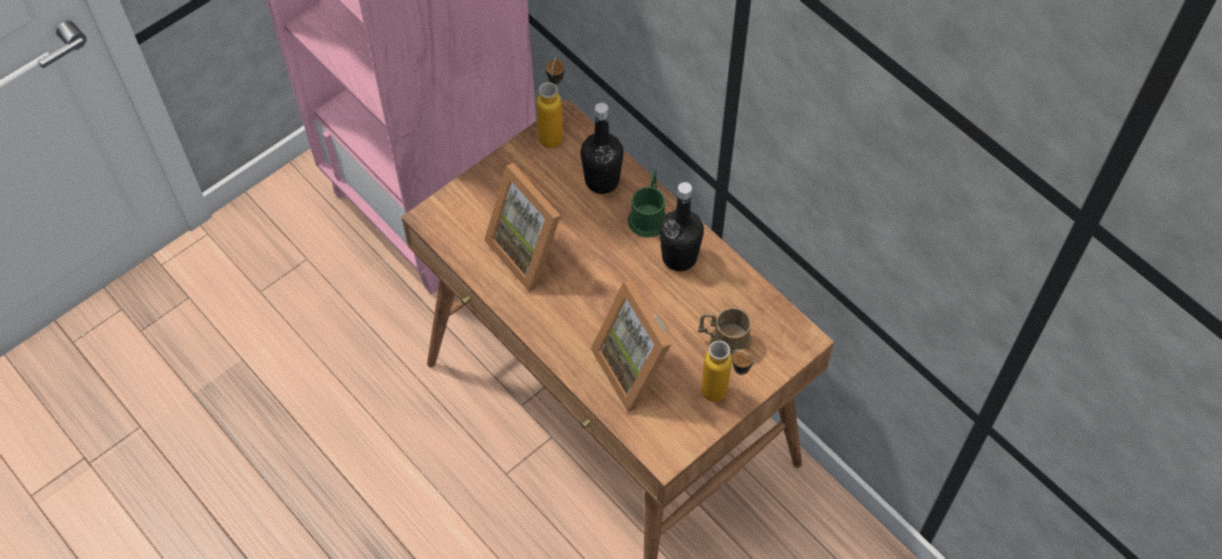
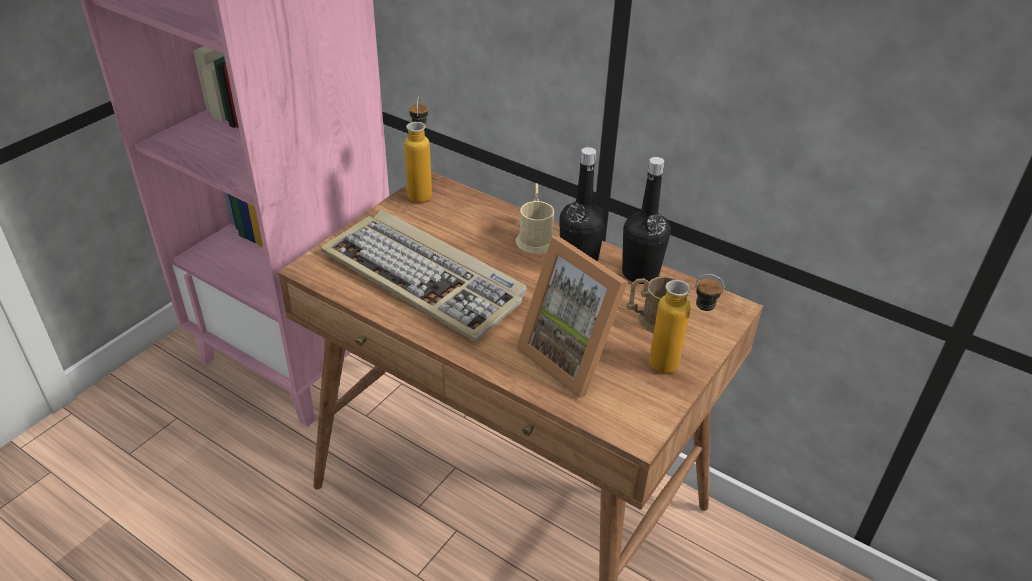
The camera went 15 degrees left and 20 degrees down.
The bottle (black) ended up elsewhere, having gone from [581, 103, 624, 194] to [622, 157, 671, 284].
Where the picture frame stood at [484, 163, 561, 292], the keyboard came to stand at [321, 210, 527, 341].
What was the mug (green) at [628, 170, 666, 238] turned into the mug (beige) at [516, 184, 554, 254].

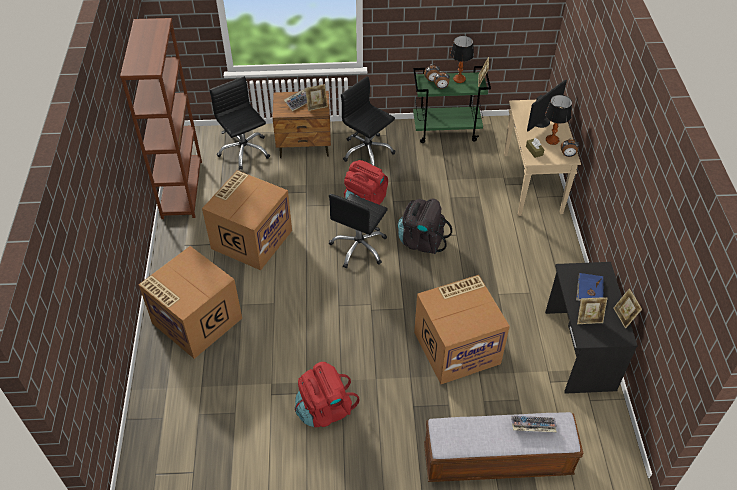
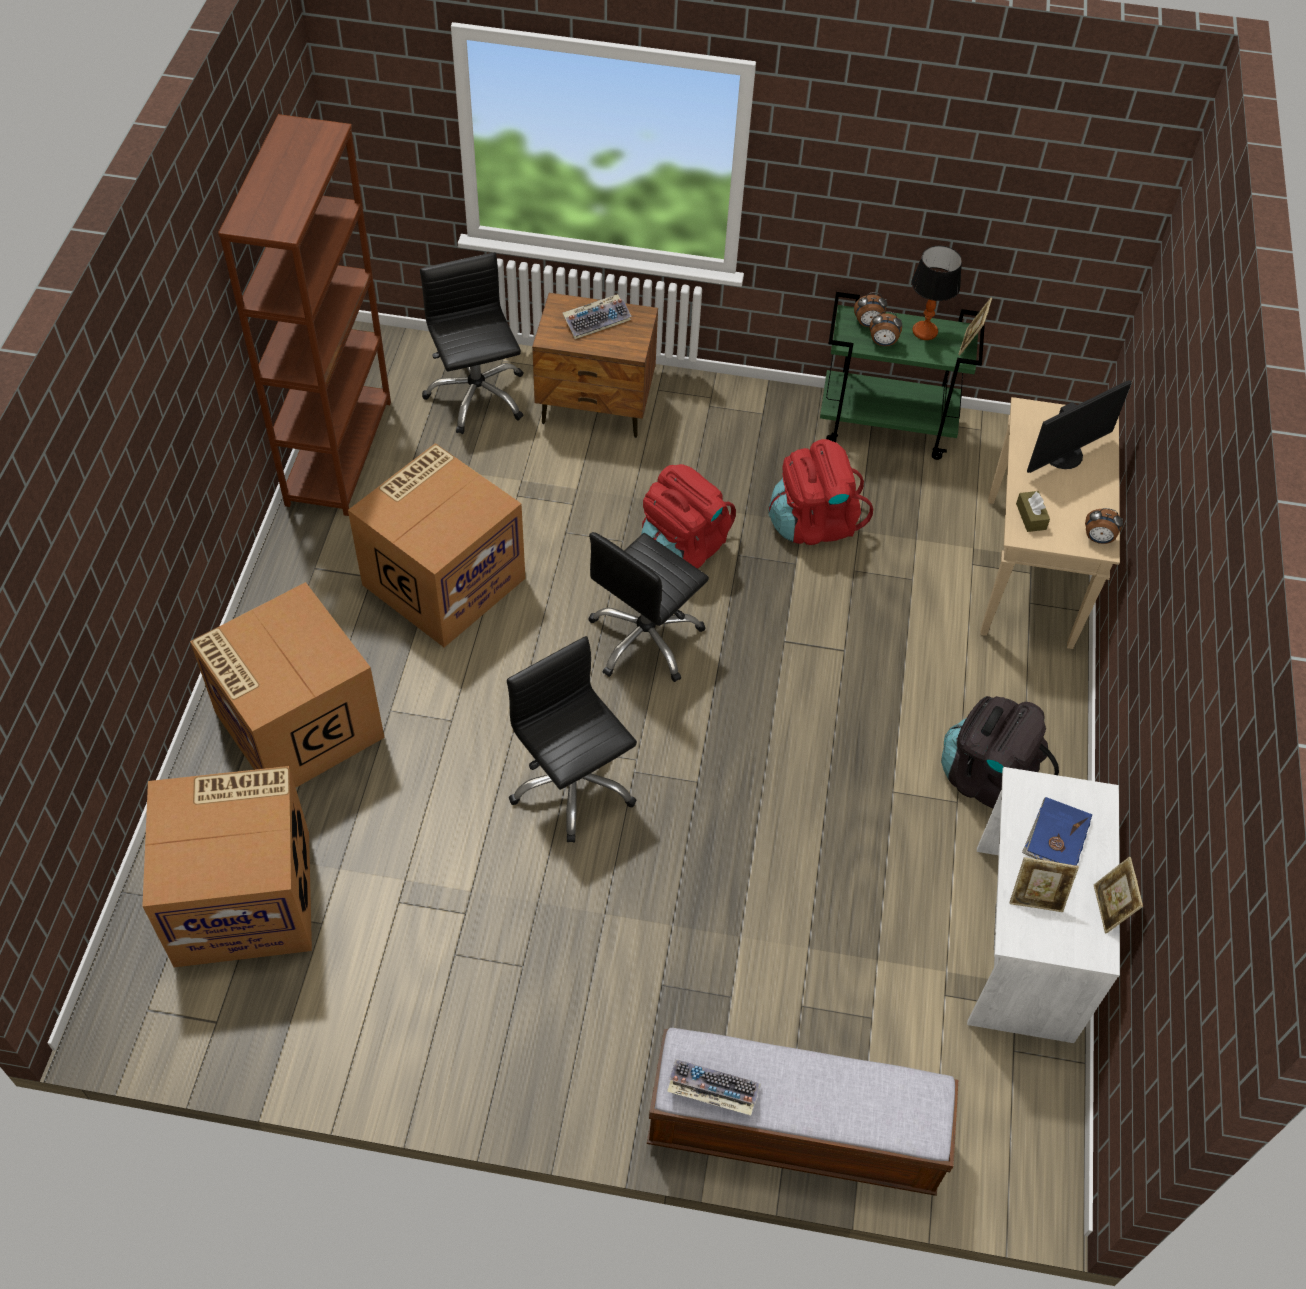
The camera went 10 degrees right and 5 degrees up.
The office chair (black) ended up elsewhere, having gone from [341, 76, 395, 166] to [507, 636, 637, 842].
The second view lost the picture frame at [305, 84, 328, 111].
The second view lost the table lamp at [545, 95, 572, 145].
The backpack (black) ended up elsewhere, having gone from [398, 199, 452, 254] to [941, 696, 1059, 808].
What was the desk (black) at [545, 262, 638, 394] turned into the desk (white) at [967, 767, 1120, 1043].
The cardboard box ended up elsewhere, having gone from [414, 275, 510, 384] to [142, 766, 312, 967].
The backpack (red) ended up elsewhere, having gone from [295, 362, 360, 427] to [768, 439, 873, 545].
The keyboard ended up elsewhere, having gone from [511, 416, 557, 433] to [667, 1059, 761, 1116].

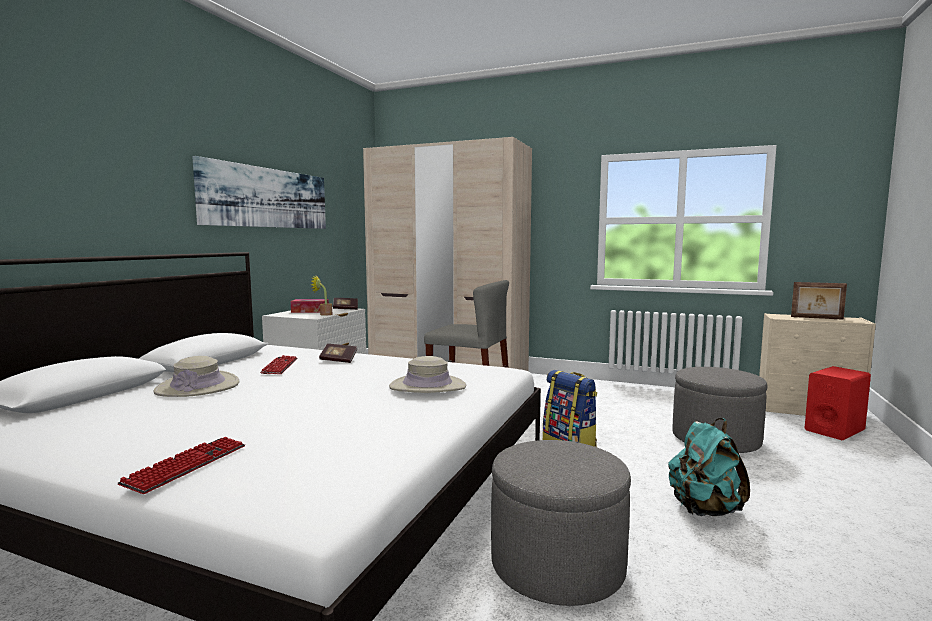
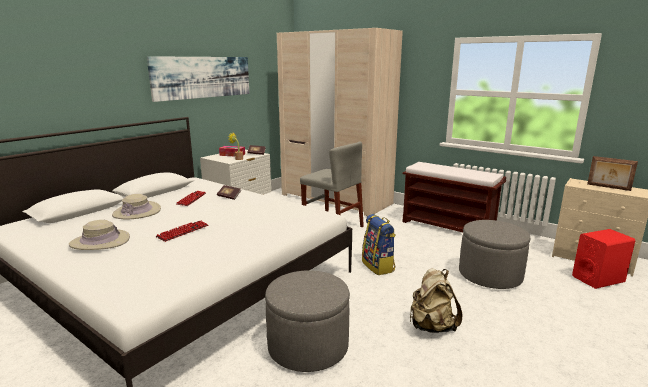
The camera went 15 degrees right and 10 degrees up.
The hat (beige) ended up elsewhere, having gone from [389, 356, 466, 393] to [69, 220, 130, 250].
What was the backpack (turquoise) at [668, 418, 750, 516] turned into the backpack (beige) at [410, 268, 462, 333].
The keyboard ended up elsewhere, having gone from [117, 437, 245, 494] to [156, 221, 208, 242].
The second view gained the bench (brown) at [402, 162, 506, 232].

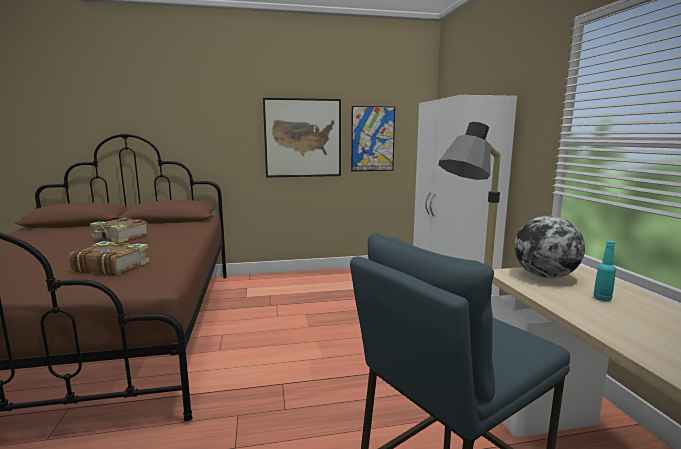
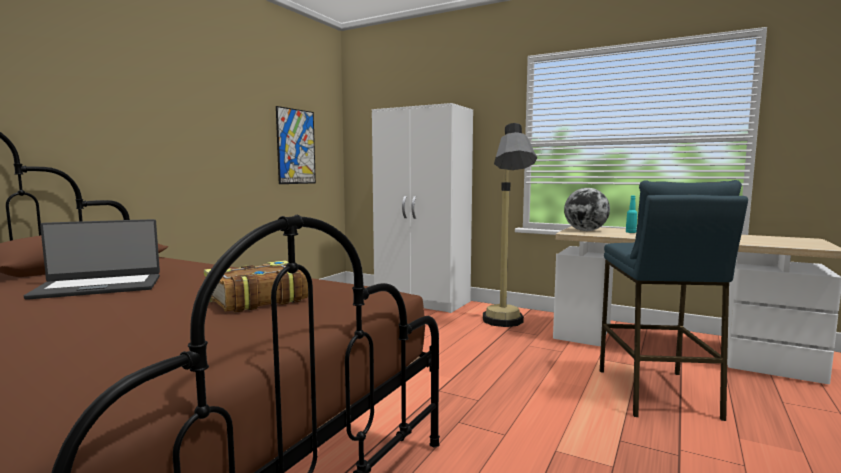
The camera went 50 degrees left and 5 degrees down.
The second view lost the picture at [263, 98, 341, 178].
Where the book stood at [90, 217, 149, 243], the laptop came to stand at [24, 219, 160, 300].

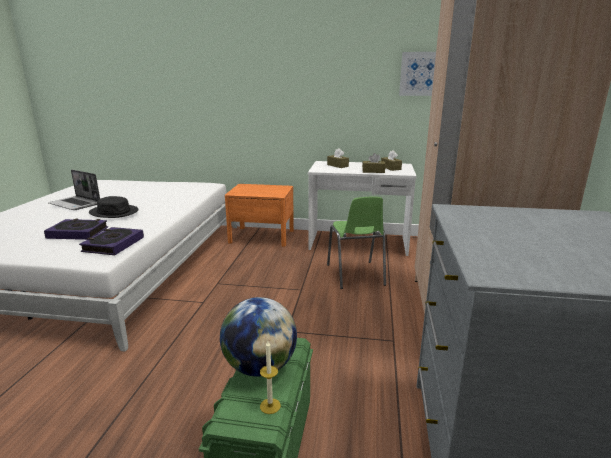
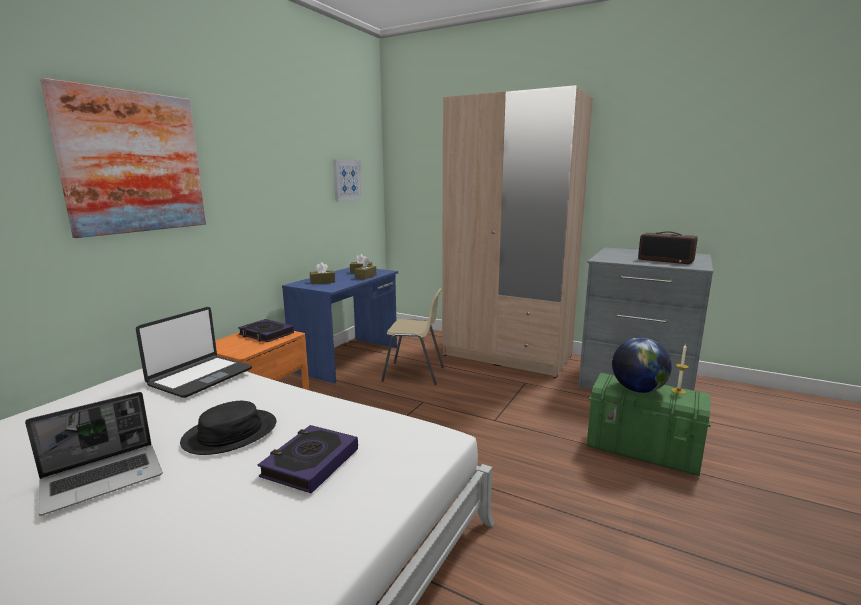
The camera went 70 degrees left and 5 degrees down.
What was the desk (white) at [308, 161, 417, 256] turned into the desk (blue) at [282, 267, 398, 384].
What was the chair (green) at [327, 197, 386, 289] turned into the chair (beige) at [381, 288, 444, 385].
The book ended up elsewhere, having gone from [79, 227, 144, 255] to [238, 319, 294, 342].
The second view gained the picture at [40, 78, 206, 238].
The second view gained the radio at [638, 231, 698, 264].
The second view gained the laptop at [136, 307, 252, 398].

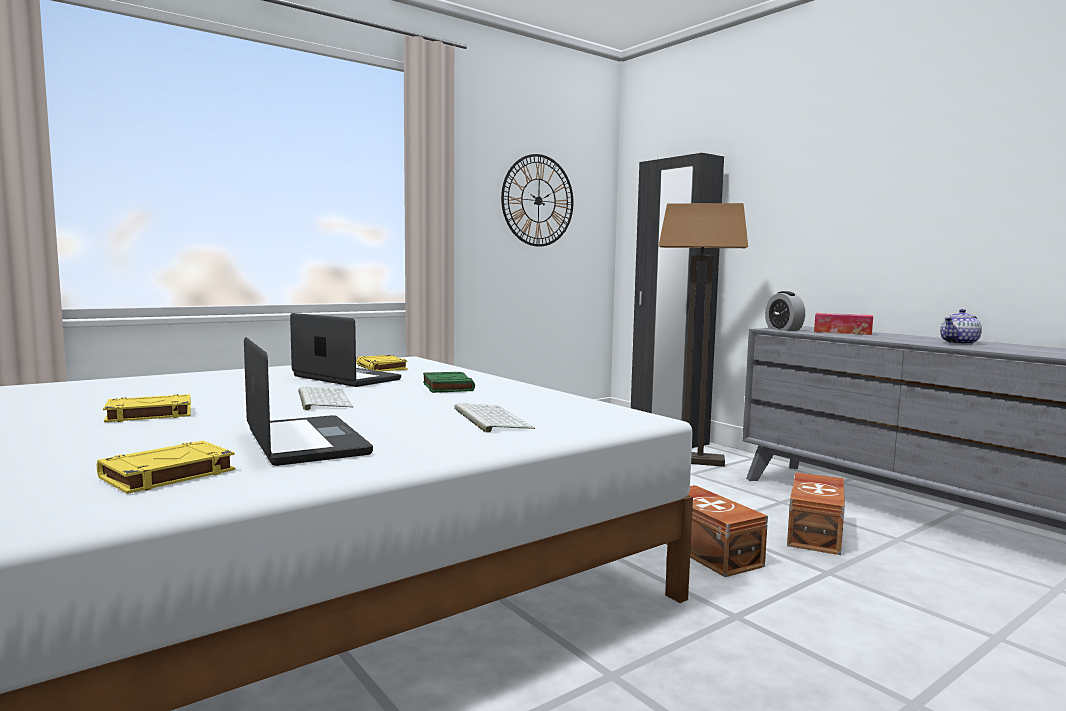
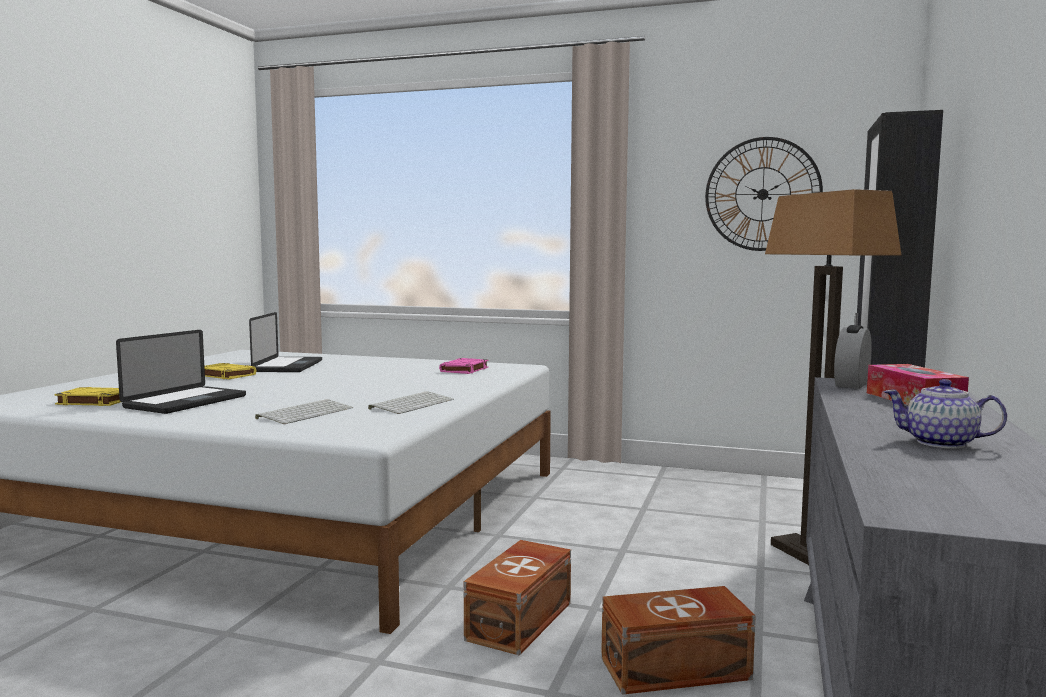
The camera went 55 degrees right and 0 degrees up.
The laptop ended up elsewhere, having gone from [290, 313, 401, 387] to [249, 312, 322, 372].
What was the book (yellow) at [356, 355, 408, 371] turned into the book (pink) at [439, 358, 488, 374].
The second view lost the book (green) at [423, 372, 475, 393].
The keyboard ended up elsewhere, having gone from [298, 387, 353, 410] to [368, 391, 454, 414].

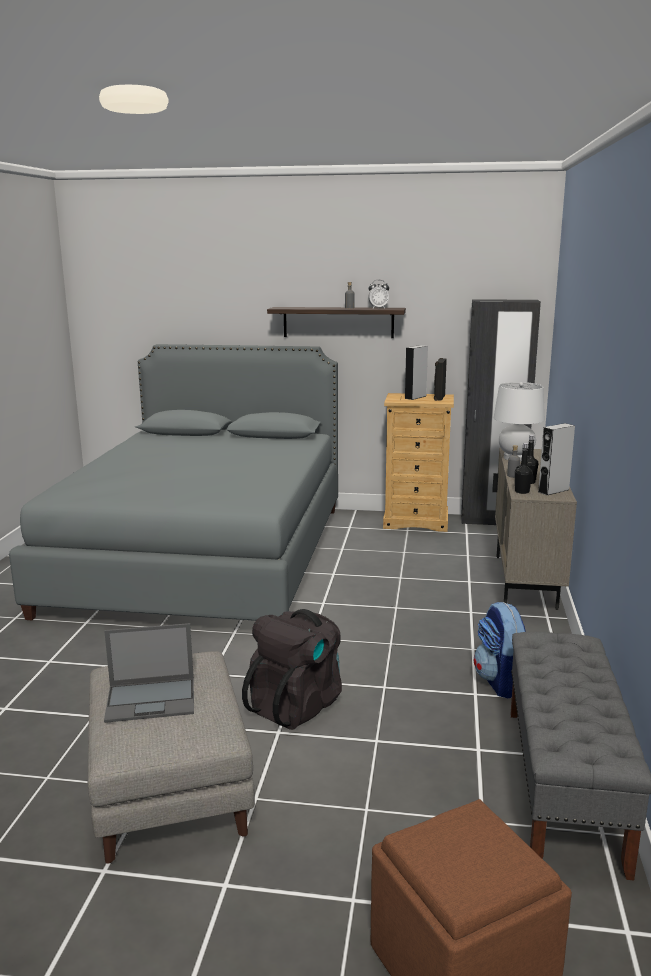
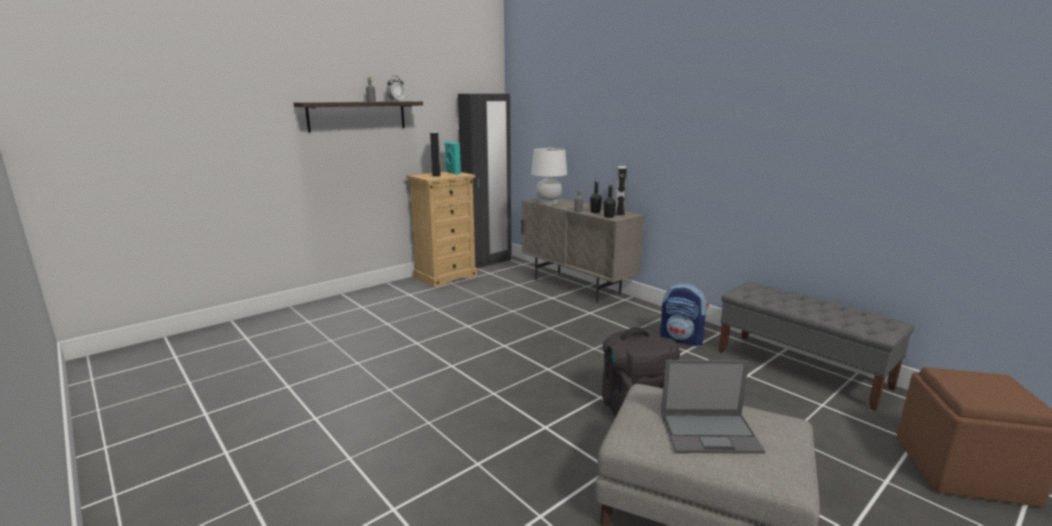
The camera went 50 degrees left and 0 degrees up.
The second view lost the bed (grey) at [9, 344, 338, 621].
What was the speaker (black) at [434, 358, 447, 401] turned into the speaker (turquoise) at [445, 141, 461, 175].
The laptop at [104, 623, 194, 723] ended up facing another way, 60 degrees clockwise from before.

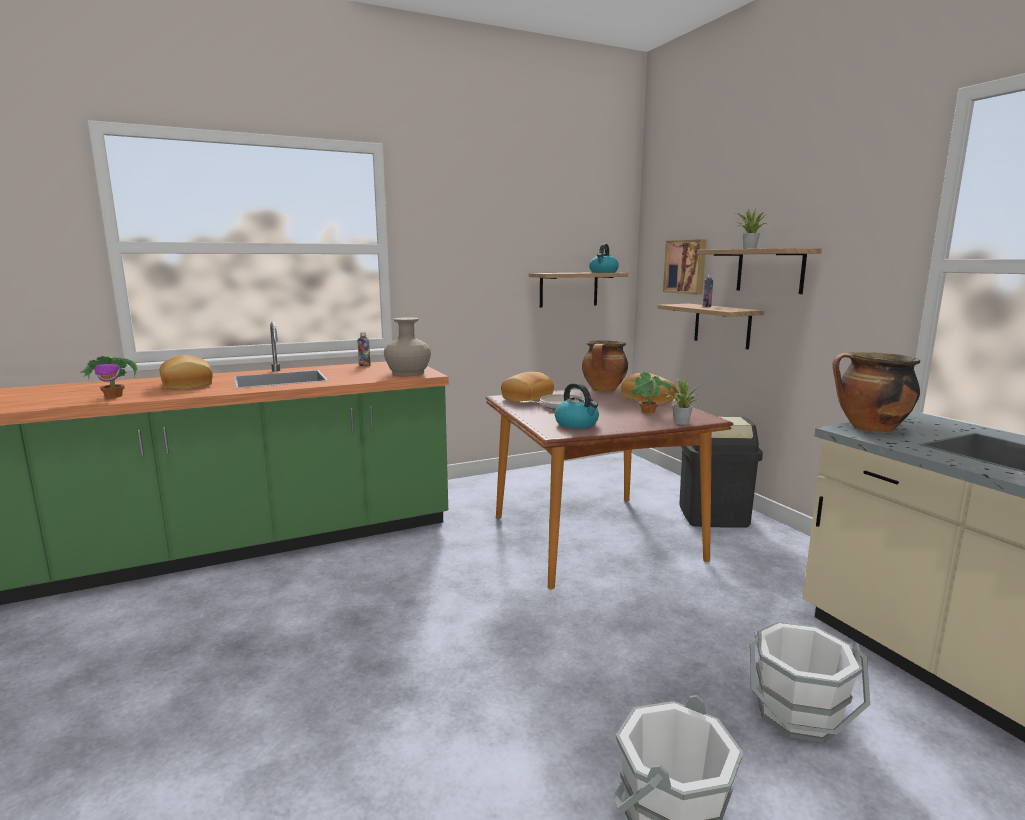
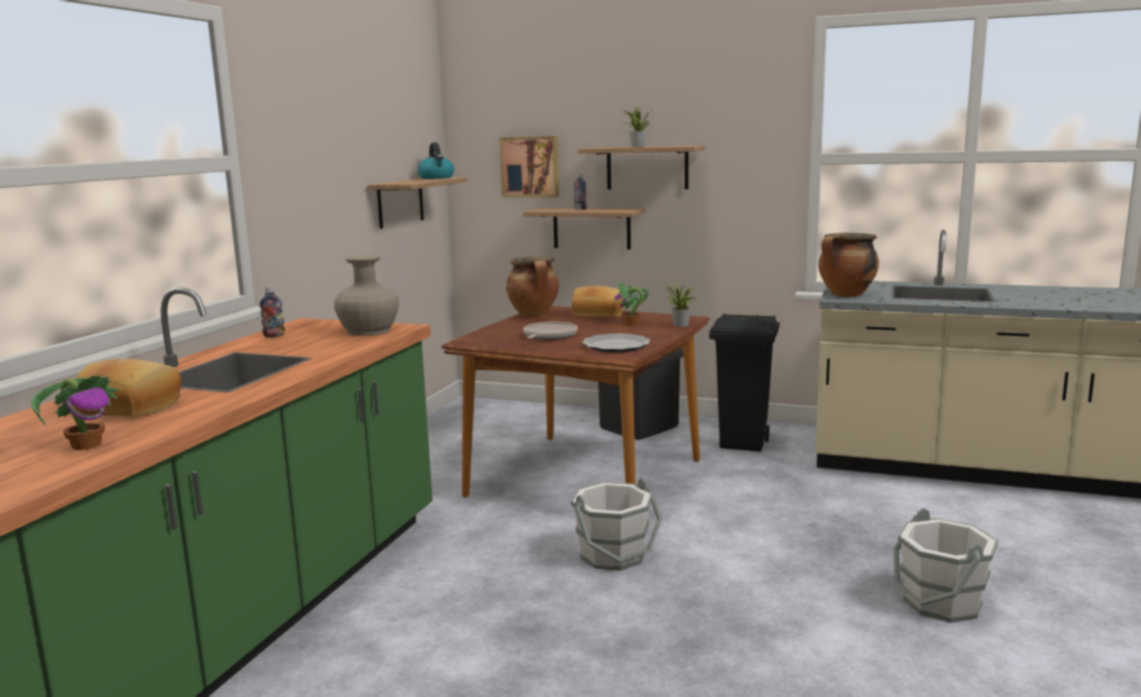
The camera went 45 degrees left and 0 degrees up.
The second view lost the bread at [501, 372, 554, 403].
Where the kettle stood at [555, 383, 599, 429], the plate came to stand at [582, 333, 650, 352].
The bucket (white) ended up elsewhere, having gone from [750, 622, 870, 743] to [571, 478, 662, 571].
The second view gained the trash can (black) at [709, 313, 780, 452].

